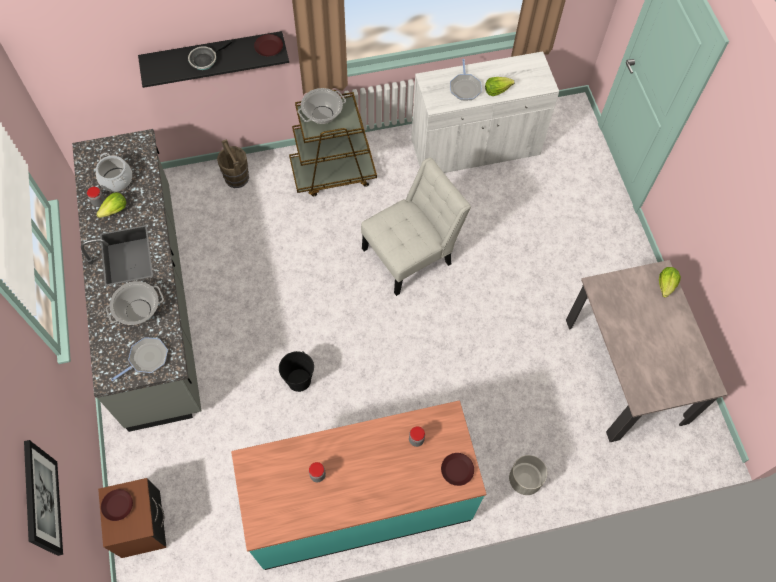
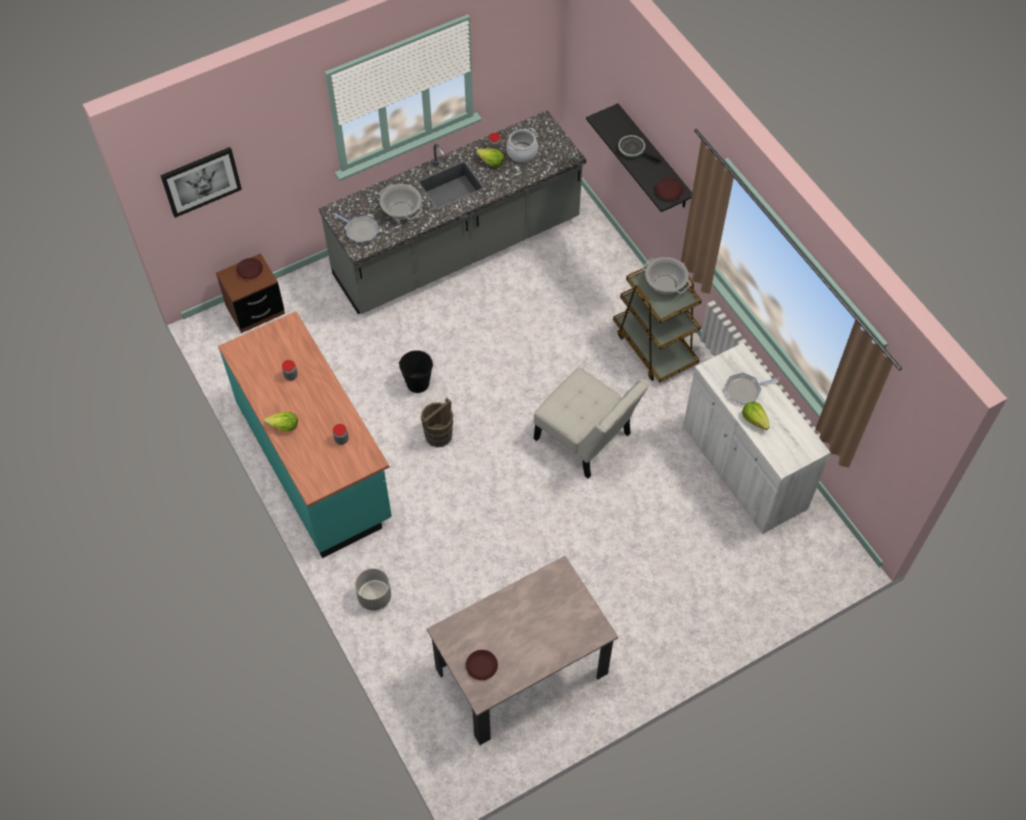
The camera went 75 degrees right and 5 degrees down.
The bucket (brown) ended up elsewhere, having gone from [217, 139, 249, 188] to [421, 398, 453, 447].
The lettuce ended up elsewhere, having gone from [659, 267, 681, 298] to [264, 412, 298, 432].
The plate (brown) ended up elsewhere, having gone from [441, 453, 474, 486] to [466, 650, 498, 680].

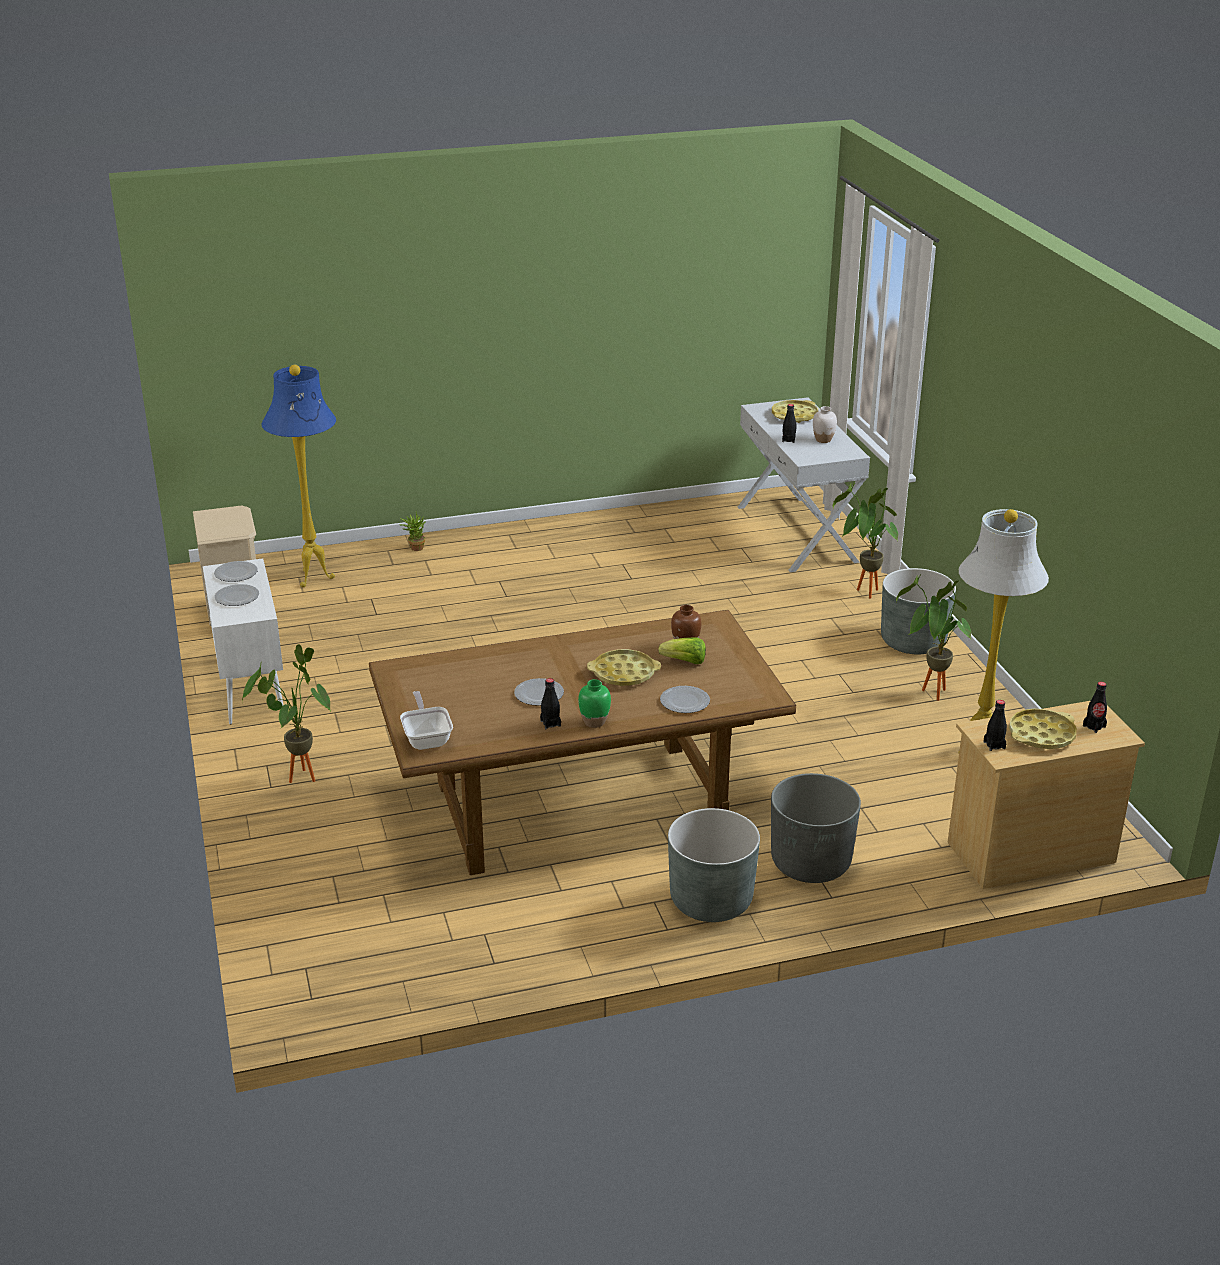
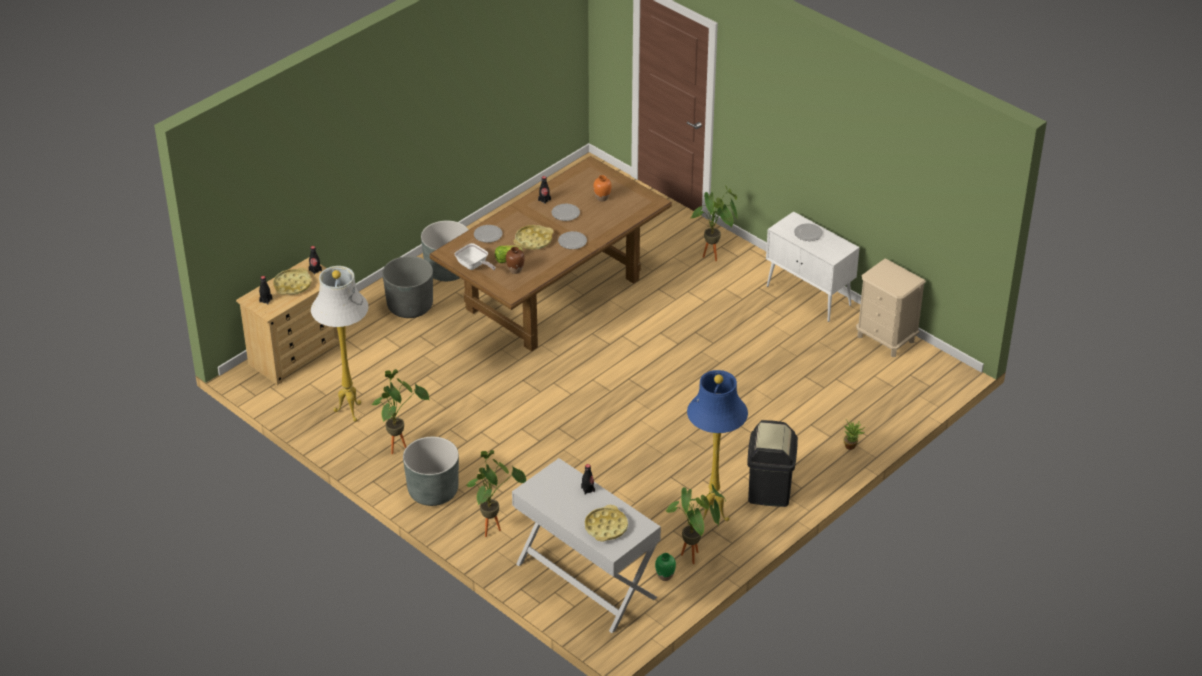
The camera went 150 degrees right and 10 degrees up.
The floor lamp (blue) ended up elsewhere, having gone from [261, 365, 336, 587] to [687, 370, 748, 521].
The second view lost the vase (white) at [813, 406, 837, 443].
The plate ended up elsewhere, having gone from [214, 561, 258, 582] to [558, 231, 587, 249].
The vase (green) ended up elsewhere, having gone from [578, 679, 611, 728] to [655, 553, 676, 581].
The frying pan ended up elsewhere, having gone from [400, 691, 453, 750] to [455, 243, 496, 270].
The second view gained the vase (orange) at [594, 175, 611, 201].
The second view gained the trash can (black) at [747, 420, 798, 507].
The second view gained the potted plant at [666, 484, 726, 564].

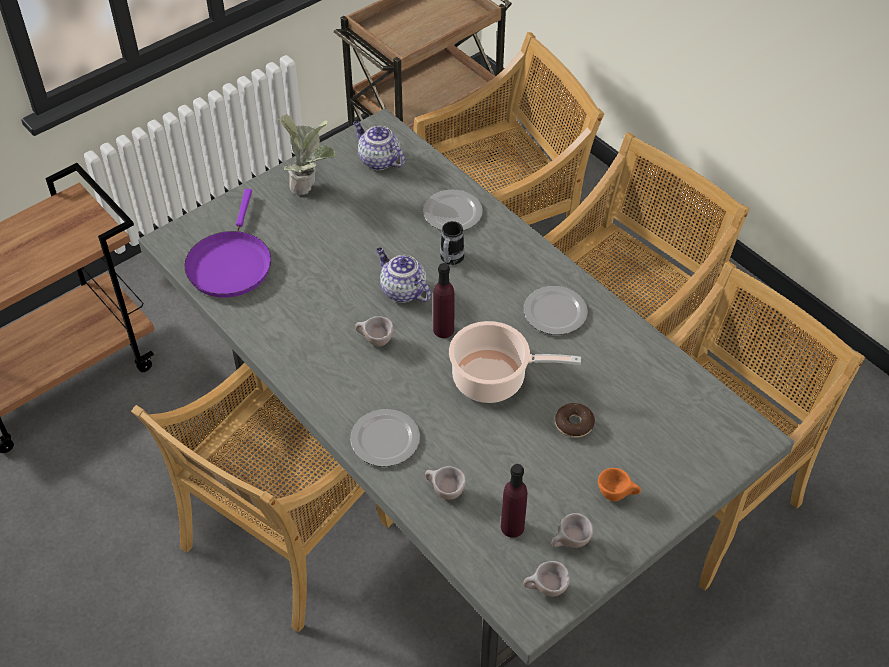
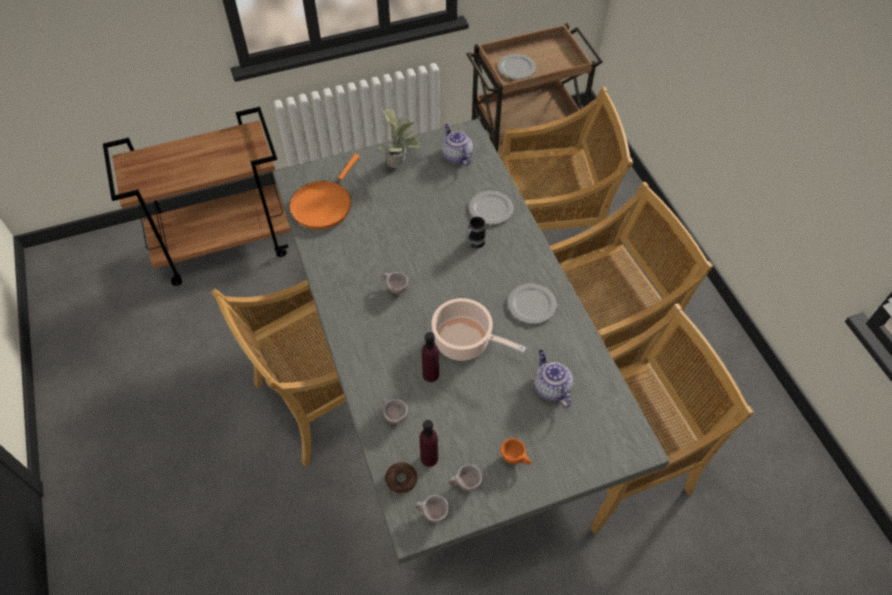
The camera went 20 degrees right and 5 degrees up.
What was the frying pan (purple) at [184, 189, 271, 297] turned into the frying pan (orange) at [289, 154, 360, 229].
The teapot ended up elsewhere, having gone from [376, 247, 431, 303] to [534, 350, 573, 408].
The bottle (purple) ended up elsewhere, having gone from [433, 263, 455, 338] to [422, 332, 439, 382].
The donut ended up elsewhere, having gone from [555, 403, 595, 438] to [385, 462, 417, 494].
The plate ended up elsewhere, having gone from [350, 409, 420, 466] to [498, 54, 536, 79].

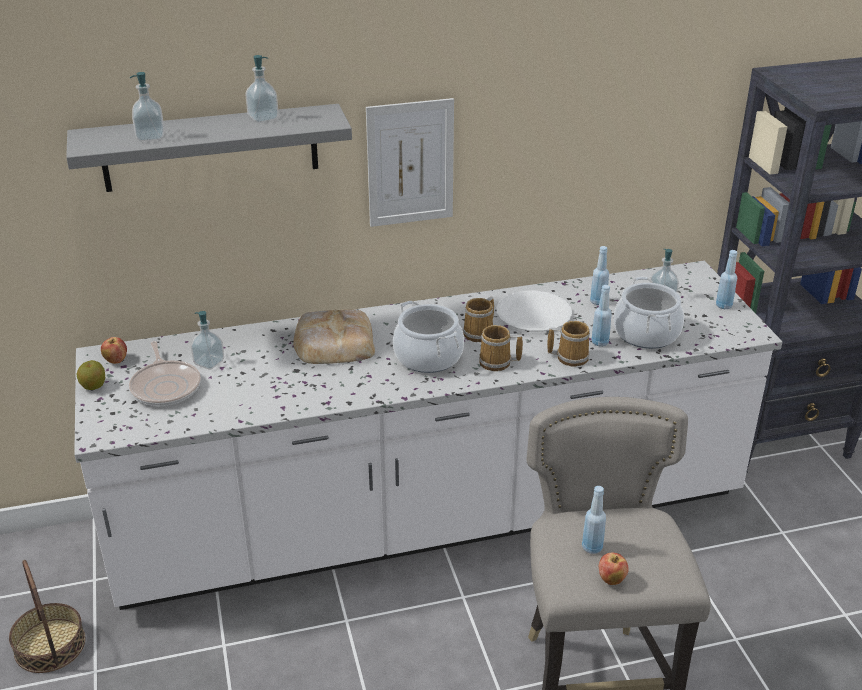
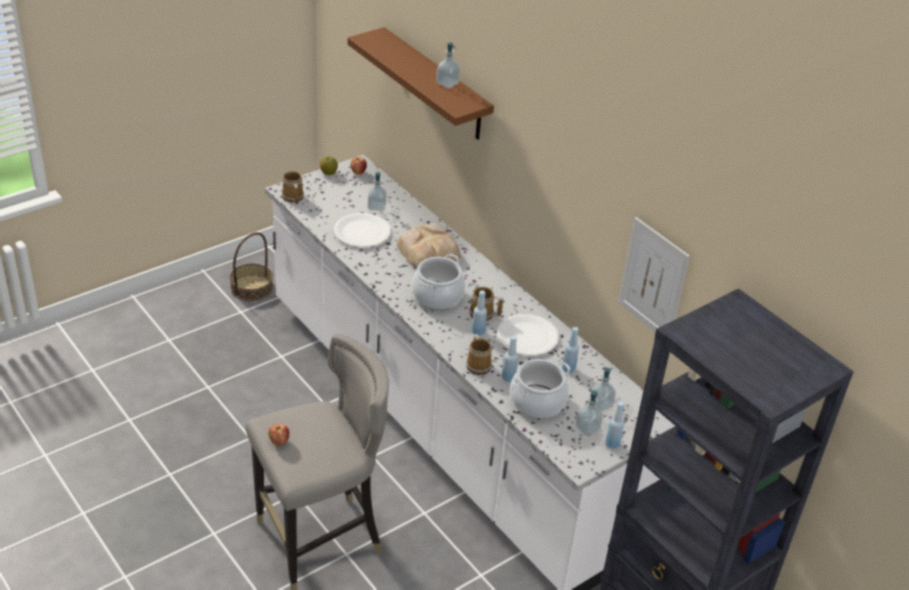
The camera went 65 degrees right and 5 degrees up.
The soap dispenser ended up elsewhere, having gone from [130, 72, 164, 141] to [575, 390, 603, 436].
The picture ended up elsewhere, having gone from [366, 98, 454, 227] to [618, 217, 690, 333].
What was the shelf (grey) at [66, 104, 352, 192] turned into the shelf (brown) at [348, 27, 494, 140].
The mug ended up elsewhere, having gone from [479, 325, 523, 371] to [282, 171, 304, 204].
The second view lost the frying pan at [129, 341, 201, 406].
The bottle (blue) ended up elsewhere, having gone from [582, 486, 606, 554] to [472, 290, 487, 336].
The second view gained the plate (white) at [334, 213, 391, 247].

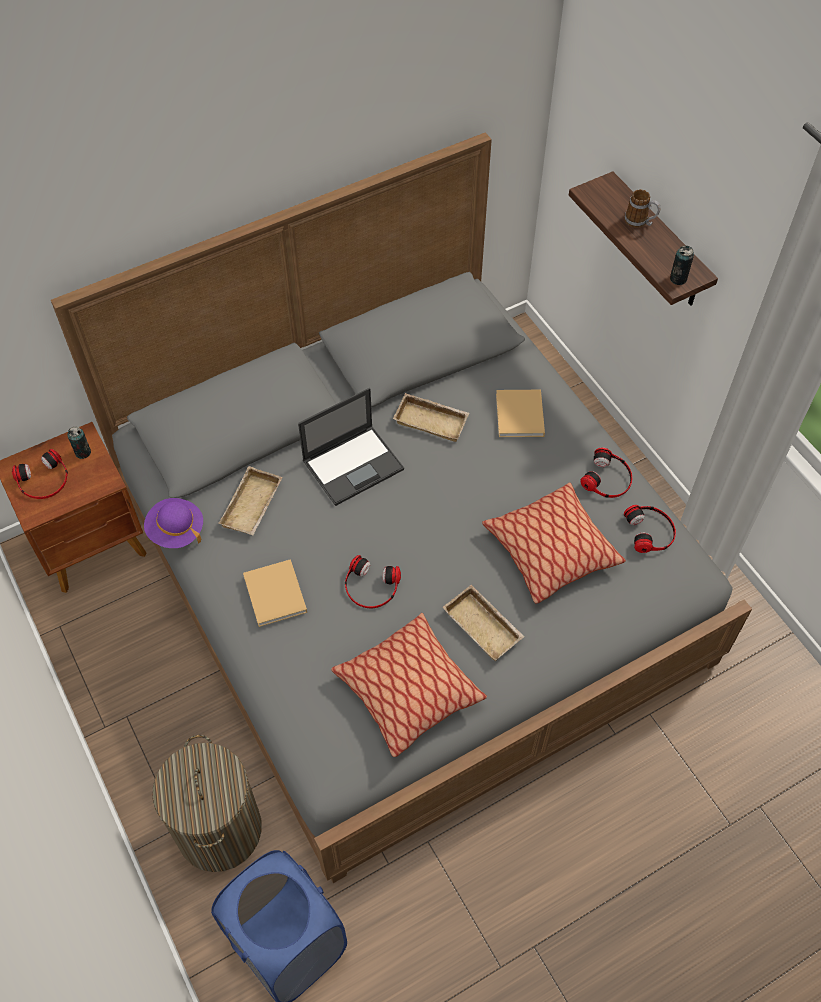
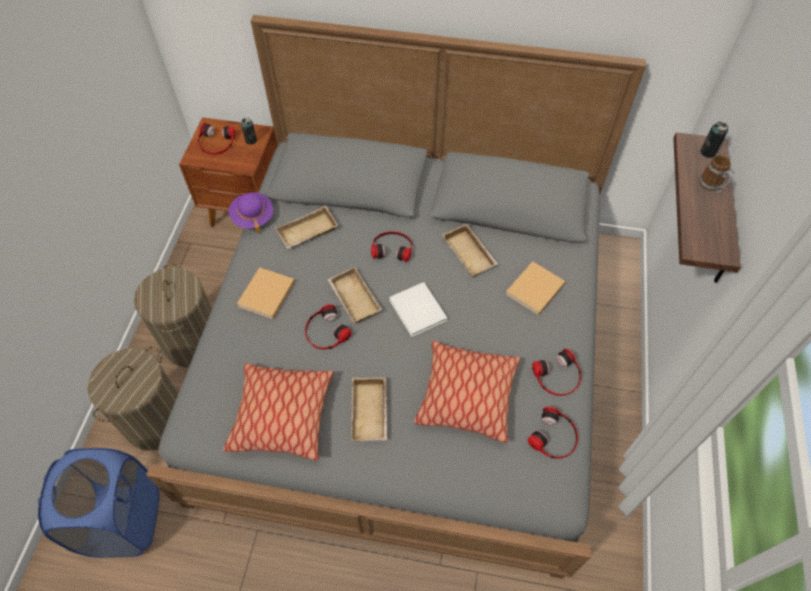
The camera went 40 degrees right and 0 degrees up.
The can ended up elsewhere, having gone from [670, 246, 694, 285] to [700, 122, 728, 158].
Where the laptop stood at [298, 388, 404, 506], the headphones came to stand at [371, 231, 412, 262].
The second view gained the laundry basket at [134, 263, 212, 367].
The second view gained the tray (beige) at [327, 267, 382, 323].
The second view gained the book (white) at [389, 282, 447, 337].

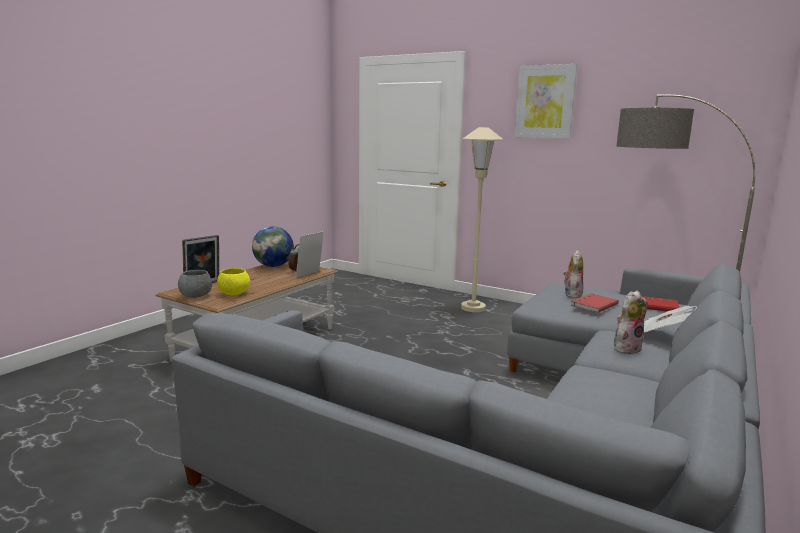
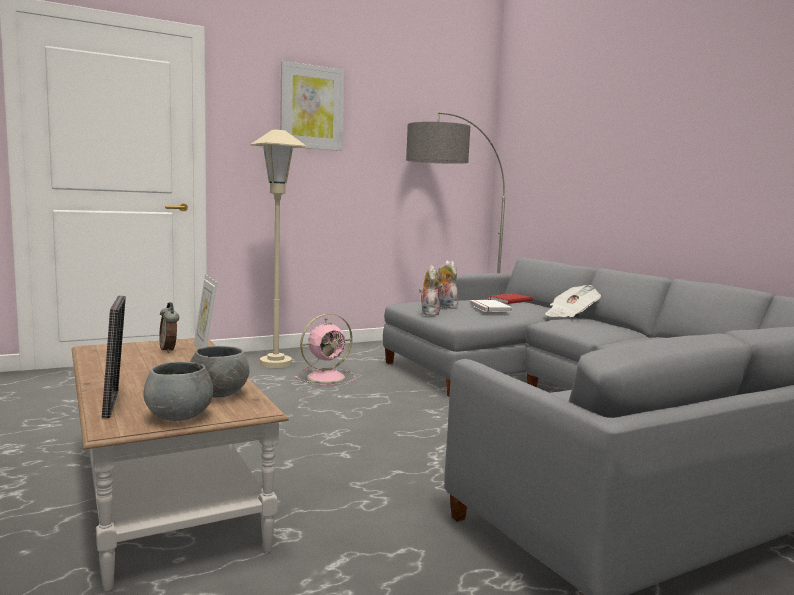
The camera went 60 degrees left and 5 degrees down.
The second view lost the globe at [252, 226, 294, 267].
What was the bowl (yellow) at [217, 268, 250, 295] turned into the bowl (grey) at [190, 346, 249, 397].
The plush toy ended up elsewhere, having gone from [614, 290, 648, 354] to [419, 266, 440, 316].
What was the book (red) at [570, 293, 619, 313] turned into the book (white) at [470, 300, 512, 312].
The second view gained the fan (pink) at [295, 314, 355, 385].

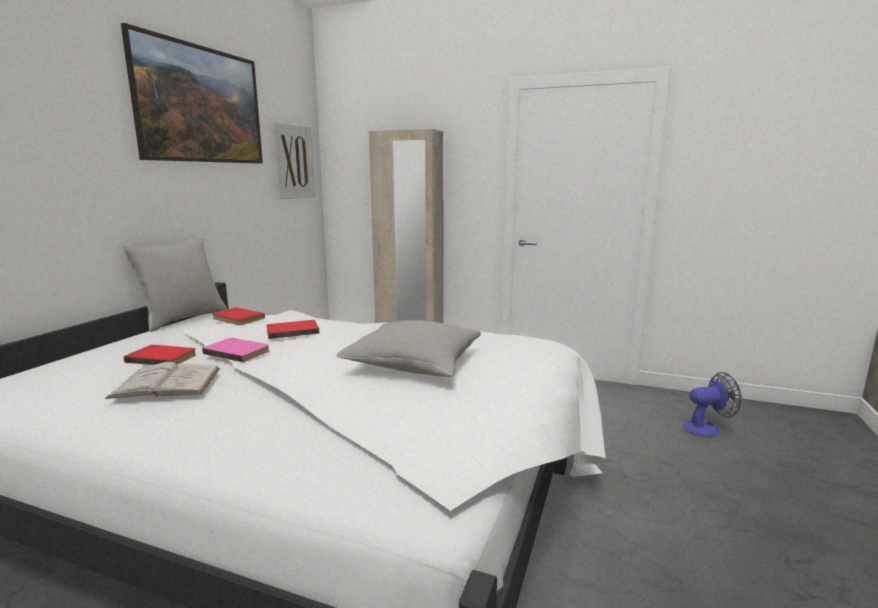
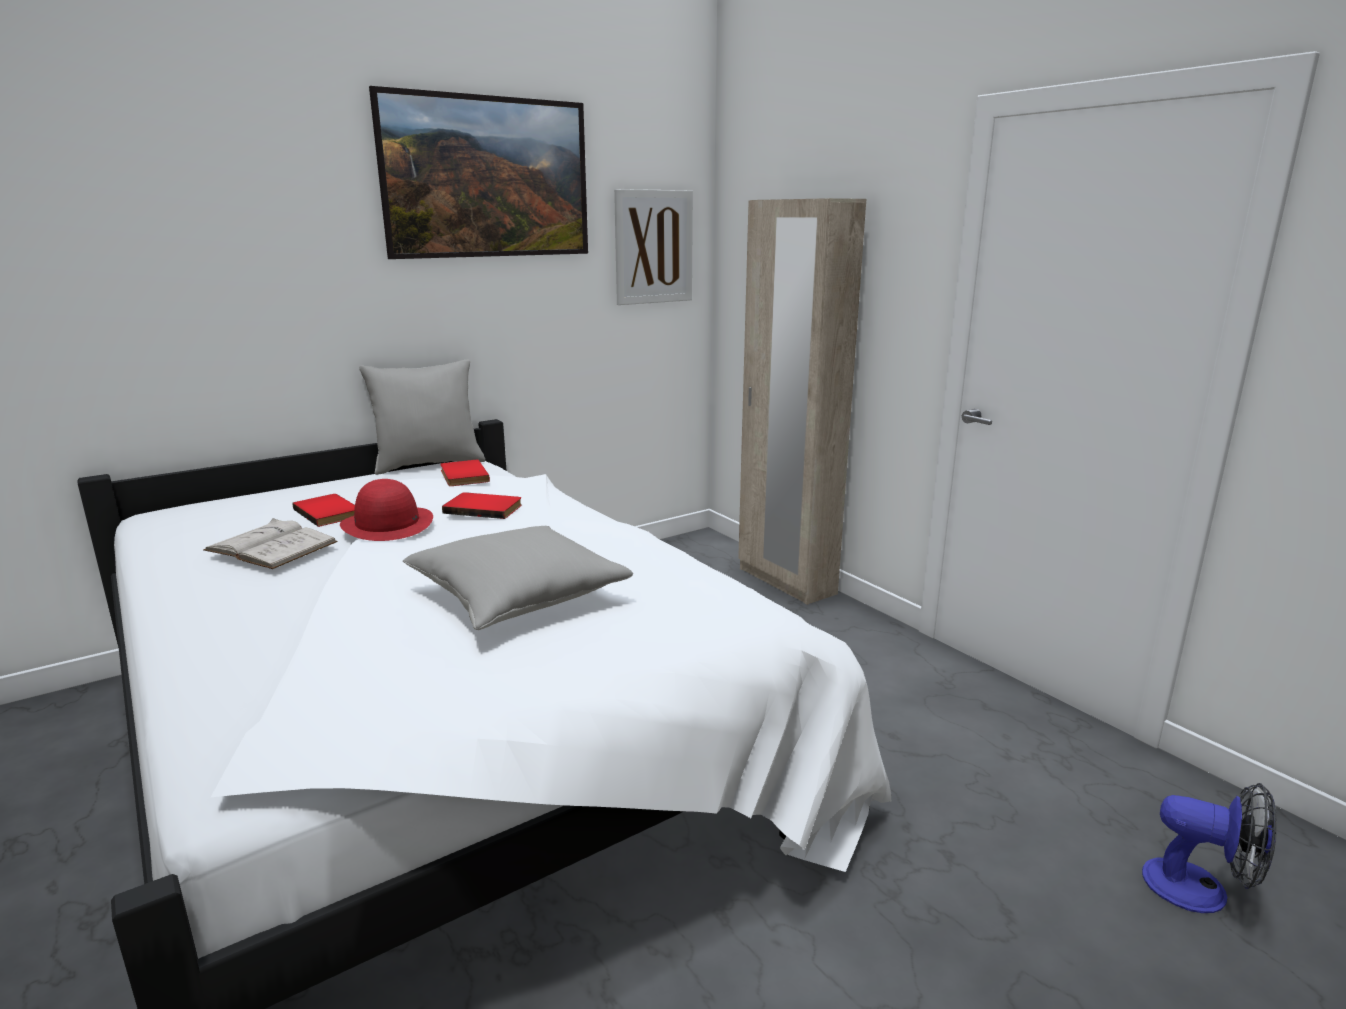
The camera went 35 degrees right and 5 degrees up.
Where the book (pink) stood at [202, 338, 270, 362], the hat (red) came to stand at [340, 479, 433, 541].

